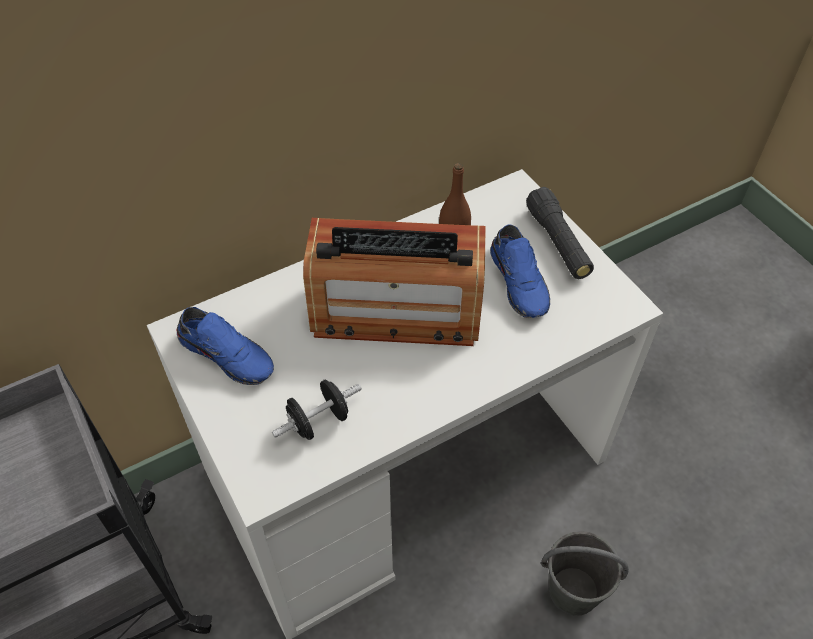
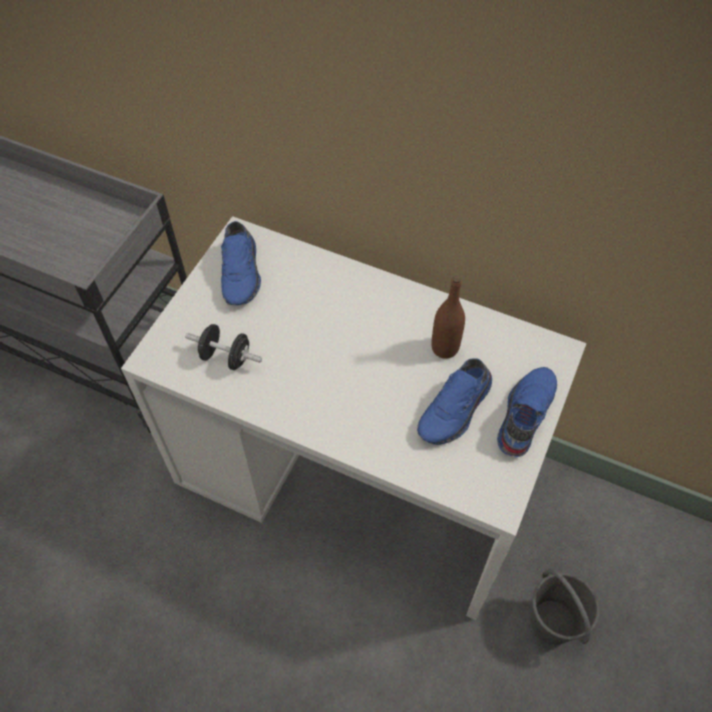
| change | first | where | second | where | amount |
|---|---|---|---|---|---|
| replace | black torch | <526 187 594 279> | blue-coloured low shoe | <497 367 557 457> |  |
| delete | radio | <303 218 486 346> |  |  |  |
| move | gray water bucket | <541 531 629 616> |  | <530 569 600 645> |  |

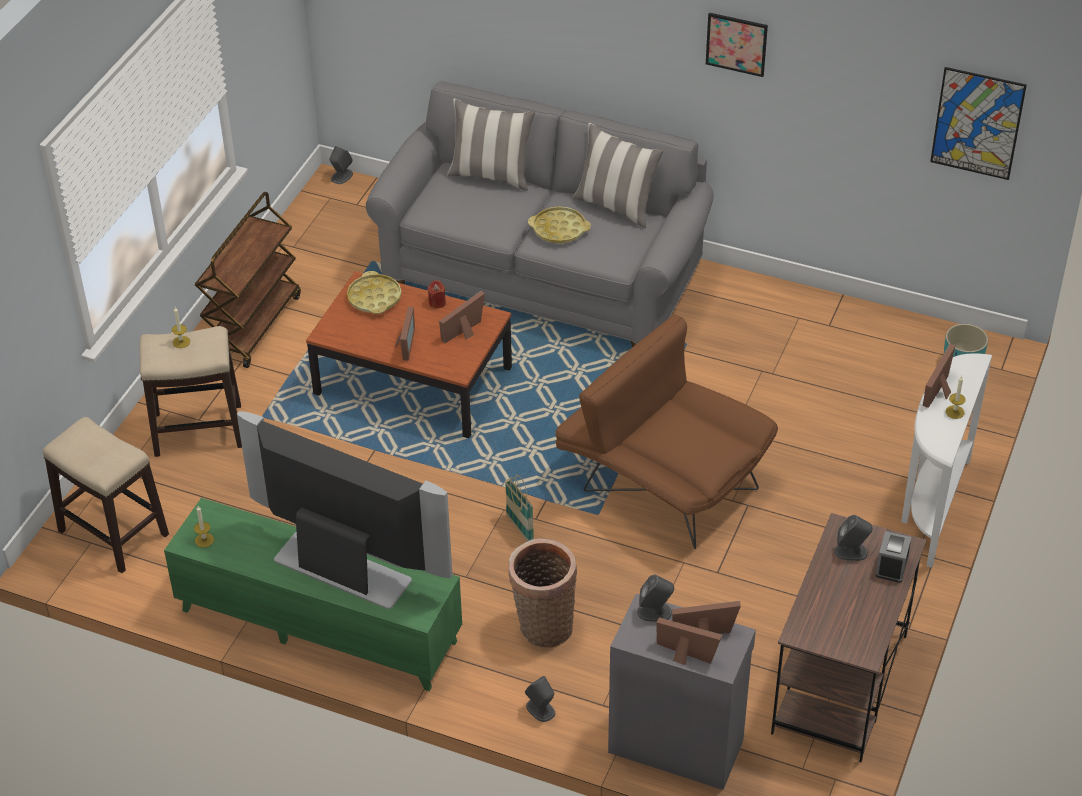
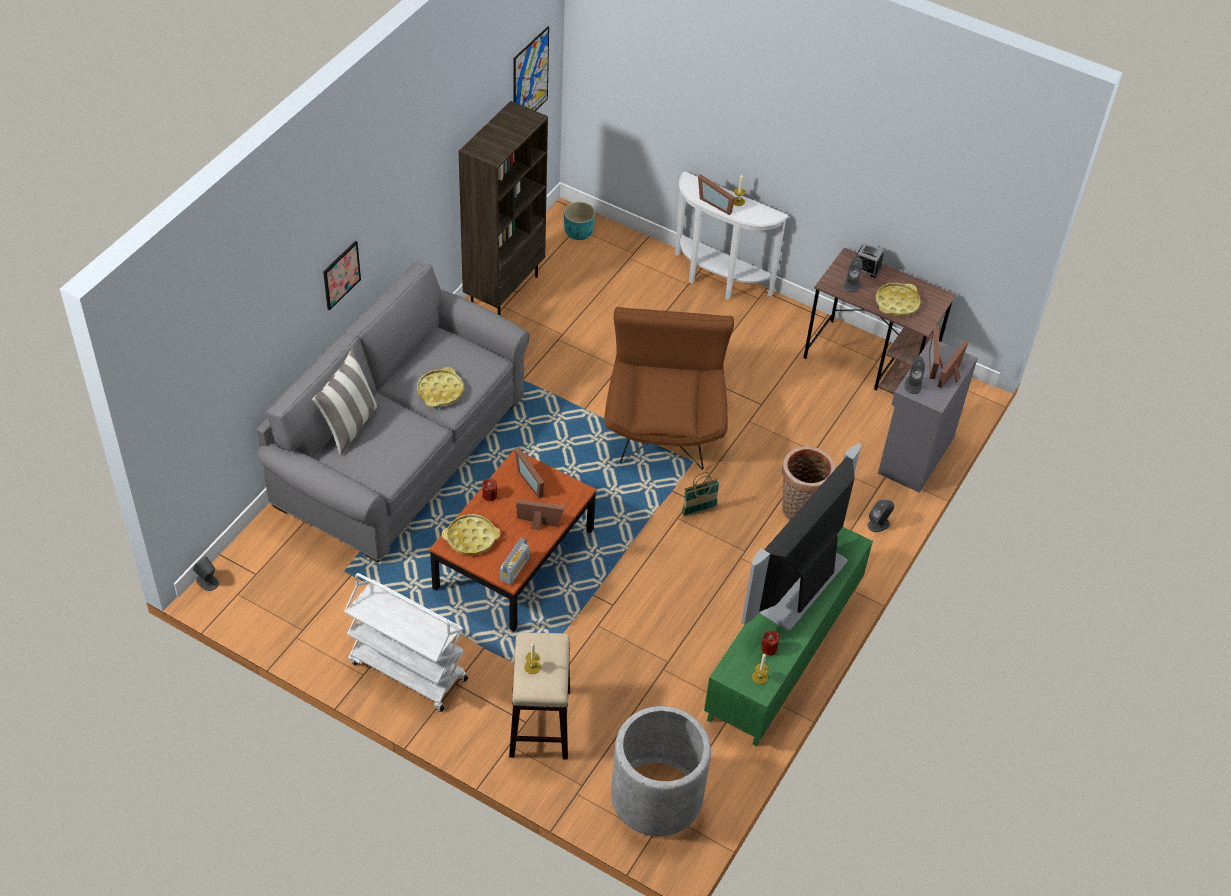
| change | first | where | second | where | amount |
|---|---|---|---|---|---|
| move | wall art | <706 12 768 77> |  | <323 241 361 310> |  |
| delete | throw pillow | <573 123 663 228> |  |  |  |
| recolor | brown trolley | <195 192 301 368> | white trolley | <344 573 468 712> |  |
| rotate | brown lounge chair | <556 314 778 549> |  | <604 307 734 470> | 135 degrees clockwise |
| replace | stool seat | <43 417 169 573> | gray plant pot | <611 706 711 836> |  |
| insert |  |  | brown bookshelf | <459 101 548 316> |  |
| insert |  |  | yellow-coloured tray | <876 283 920 316> |  |
| insert |  |  | radio | <500 538 529 585> |  |
| insert |  |  | red candle | <761 631 779 656> |  |

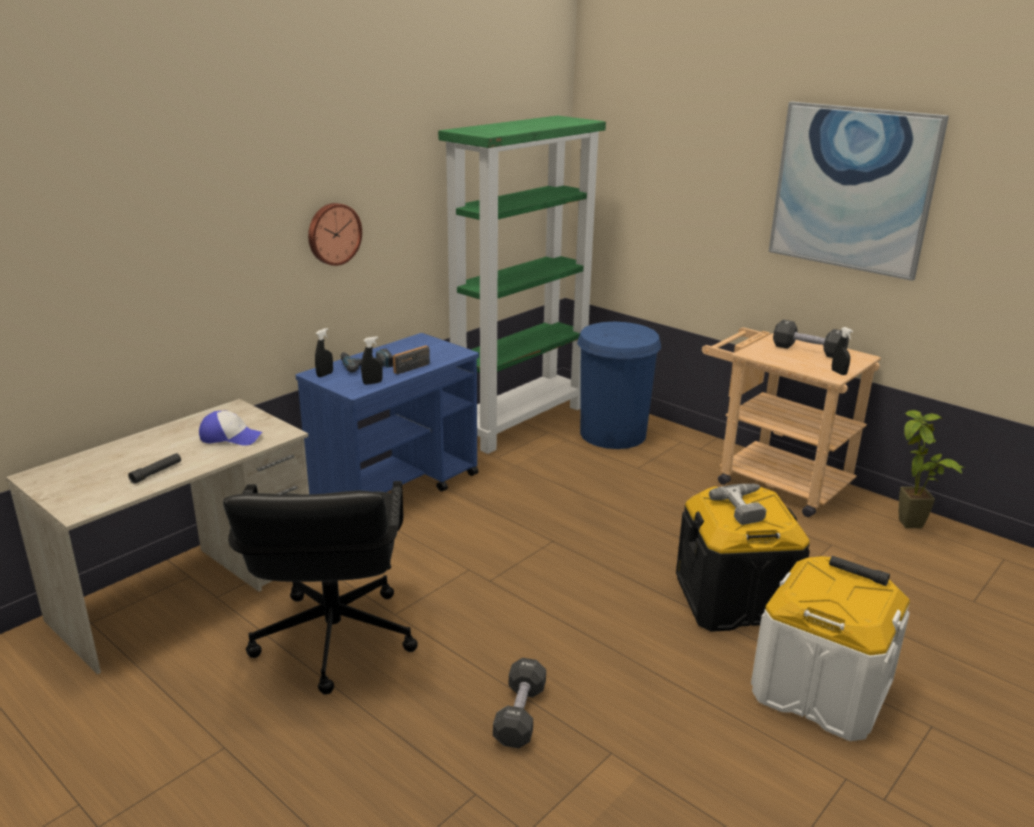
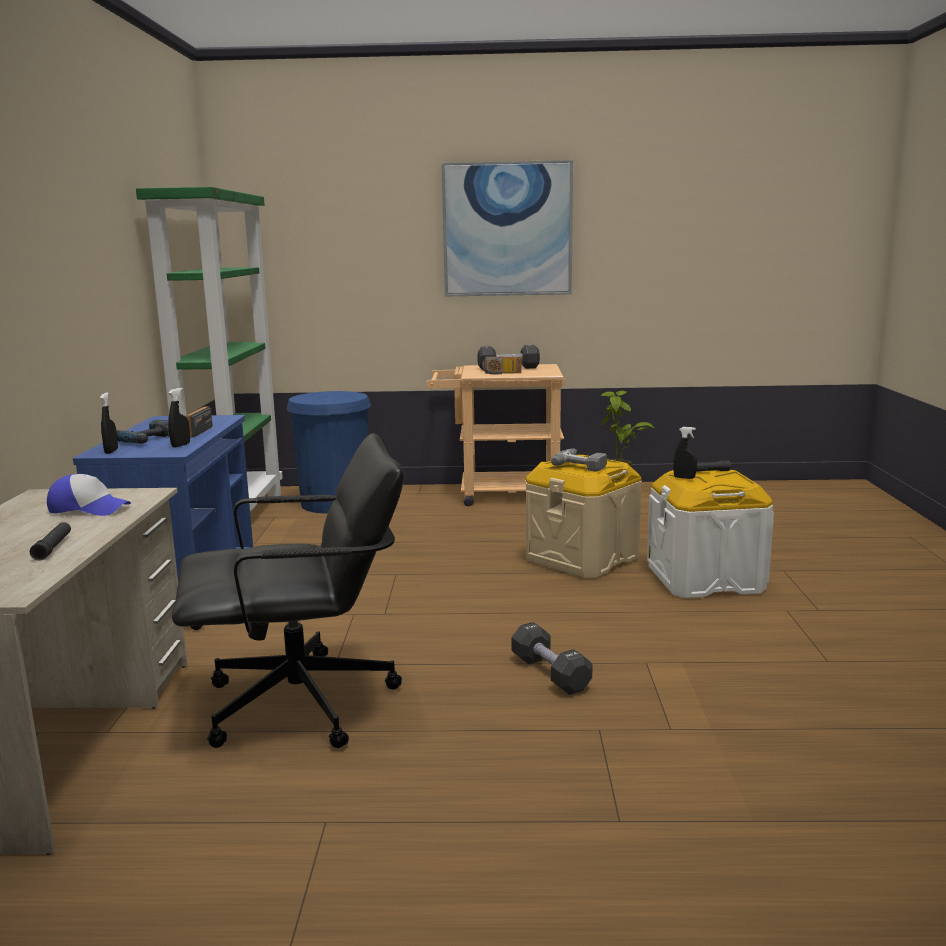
| change | first | where | second | where | amount |
|---|---|---|---|---|---|
| delete | wall clock | <308 203 362 266> |  |  |  |
| move | black sprayer | <832 327 853 375> |  | <673 427 697 479> |  |
| rotate | cap | <199 411 263 446> |  | <47 474 131 516> | 45 degrees clockwise |
| rotate | black computer chair | <223 481 418 695> |  | <172 433 405 748> | 60 degrees counterclockwise |
| recolor | black storage container | <676 486 810 632> | beige-coloured storage container | <525 455 642 578> |  |
| insert |  |  | radio | <482 356 522 375> |  |

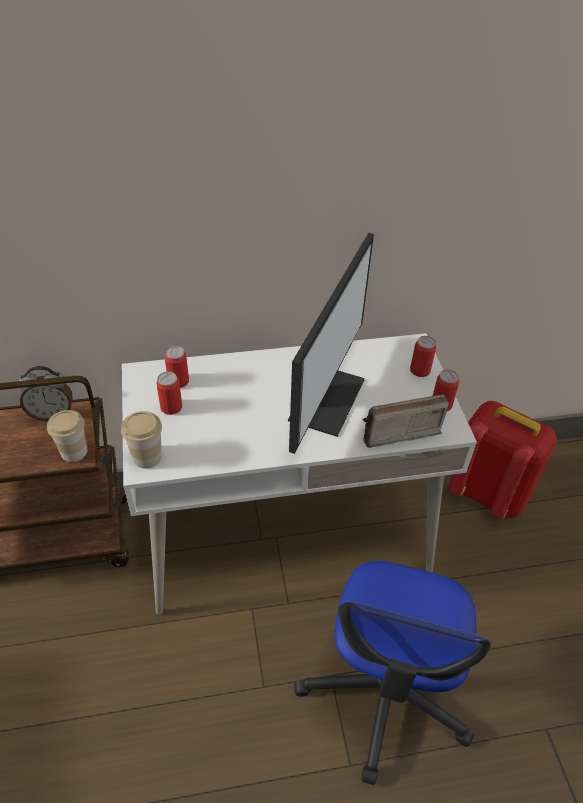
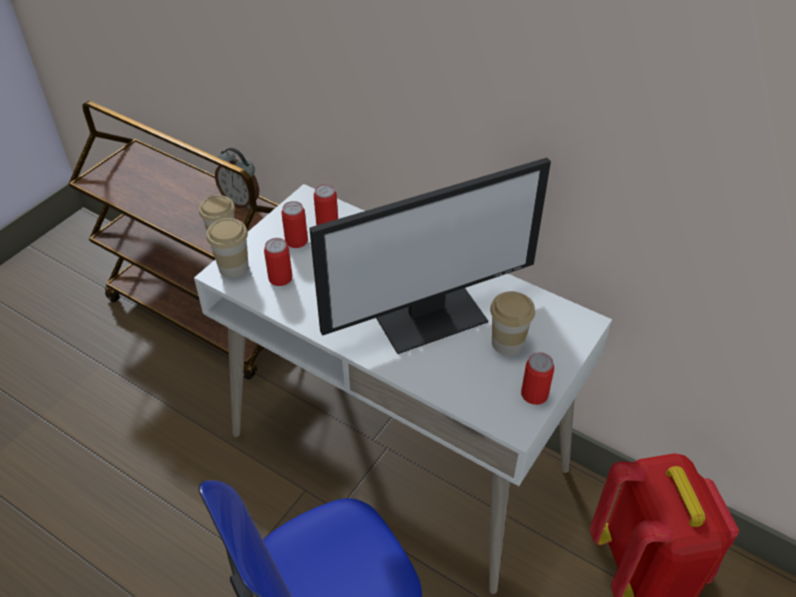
| change | first | where | second | where | amount |
|---|---|---|---|---|---|
| move | metal can | <410 336 436 377> |  | <264 238 292 286> |  |
| delete | radio | <363 394 449 448> |  |  |  |
| insert |  |  | drinking cup | <490 291 535 356> |  |

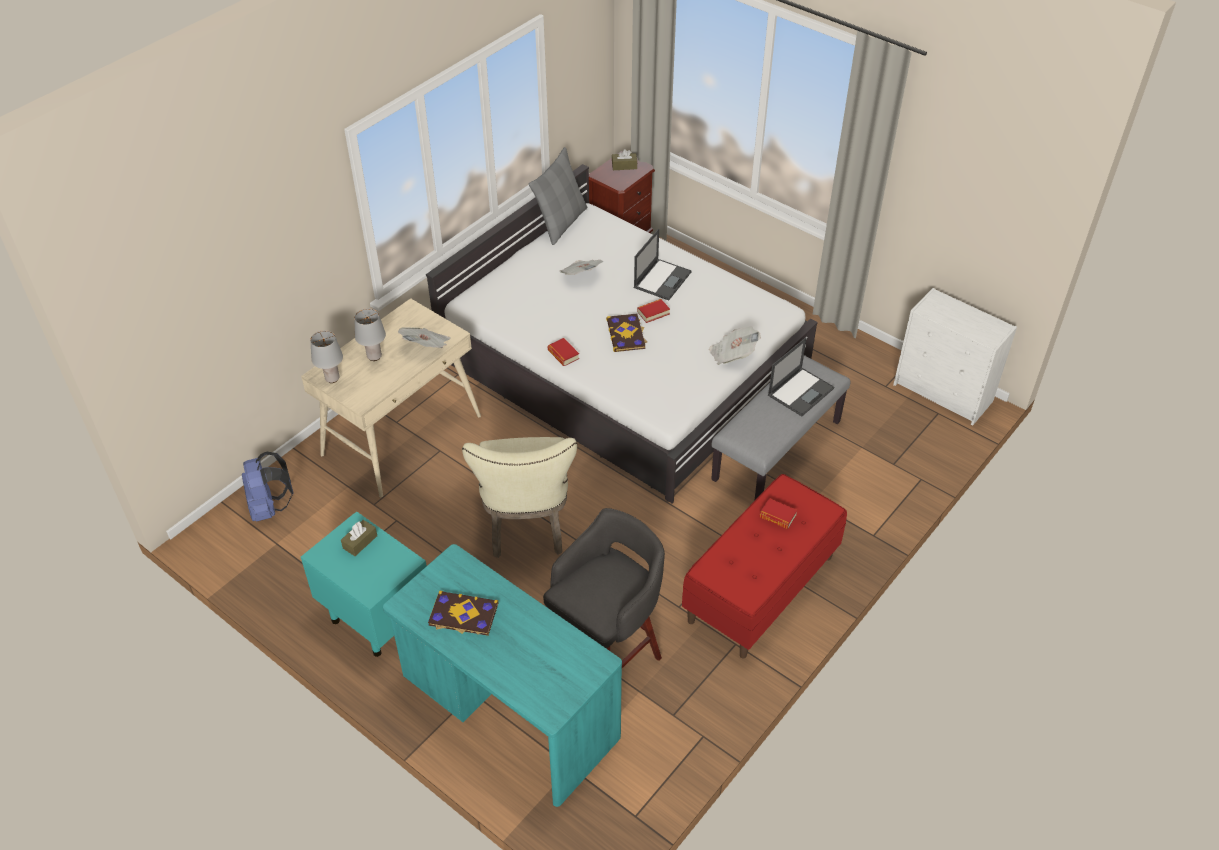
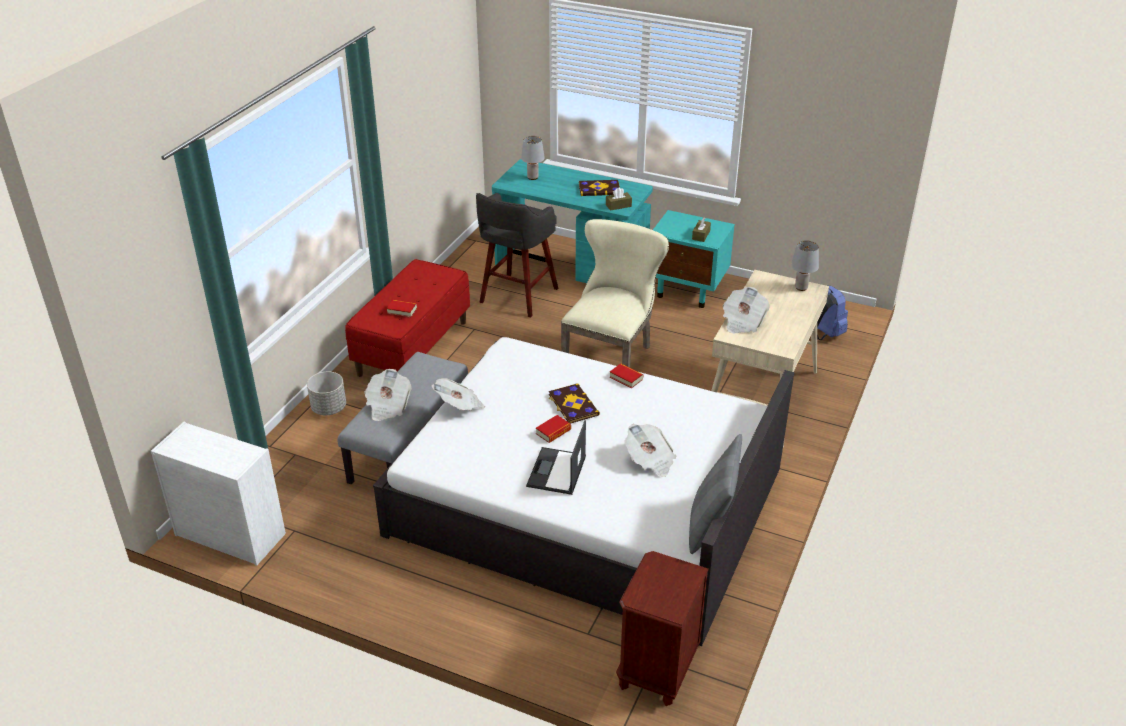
| change | first | where | second | where | amount |
|---|---|---|---|---|---|
| move | brown box of tissues | <612 149 637 170> |  | <606 187 632 211> |  |
| move | gray table lamp | <354 308 386 361> |  | <521 136 545 180> |  |
| replace | portable computer | <768 337 834 416> | daily paper | <364 369 412 421> |  |
| rotate | beige-coloured plain chair | <462 437 577 558> |  | <561 219 669 368> | 45 degrees clockwise |
| insert |  |  | gray plant pot | <307 372 346 415> |  |

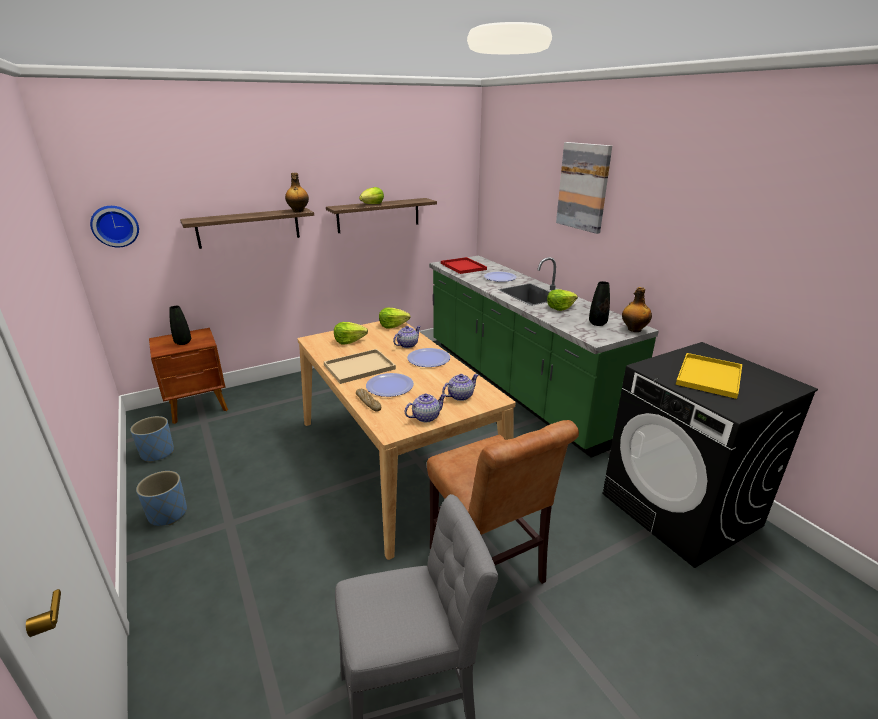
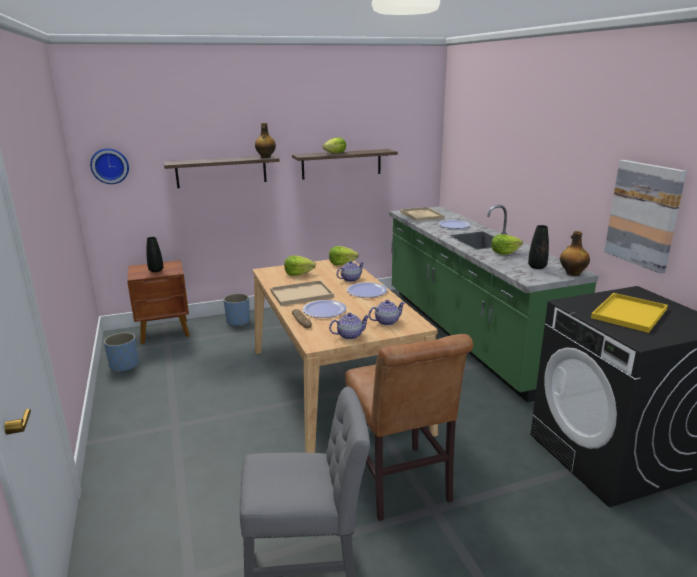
| change | first | where | second | where | amount |
|---|---|---|---|---|---|
| move | wall art | <556 142 612 234> |  | <604 160 687 274> |  |
| recolor | red tray | <441 257 487 274> | beige-coloured tray | <400 207 444 221> |  |
| move | blue-coloured plant pot | <136 471 187 526> |  | <223 293 250 326> |  |

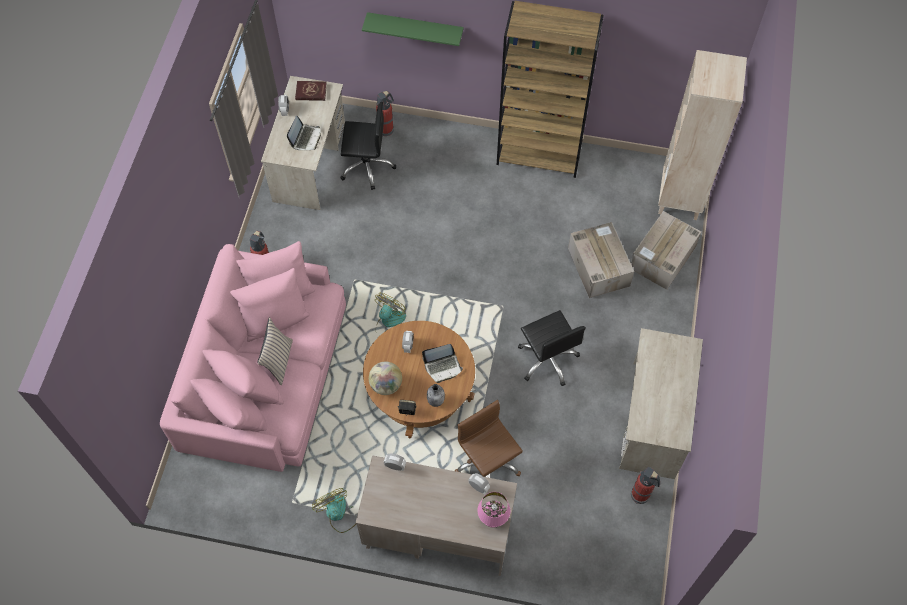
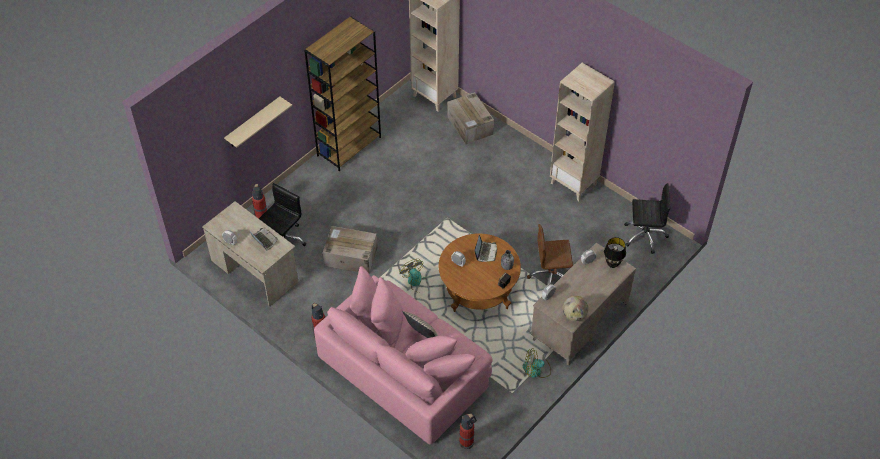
| change | first | where | second | where | amount |
|---|---|---|---|---|---|
| recolor | greenish wall shelf | <362 12 464 46> | beige-coloured wall shelf | <224 96 292 148> |  |
| delete | red volume | <295 81 327 101> |  |  |  |
| move | packing box | <568 222 634 298> |  | <323 226 378 274> |  |
| move | black computer chair | <518 310 586 386> |  | <624 183 670 254> |  |
| replace | beige-coloured desk unit | <619 328 703 479> | beige-coloured bookshelf | <550 63 615 201> |  |
| move | globe | <369 362 402 395> |  | <563 296 588 321> |  |
| move | fire-fighting cylinder | <631 467 660 504> |  | <459 413 477 449> |  |
| recolor | pinkish table lamp | <477 492 510 528> | black table lamp | <604 237 626 268> |  |

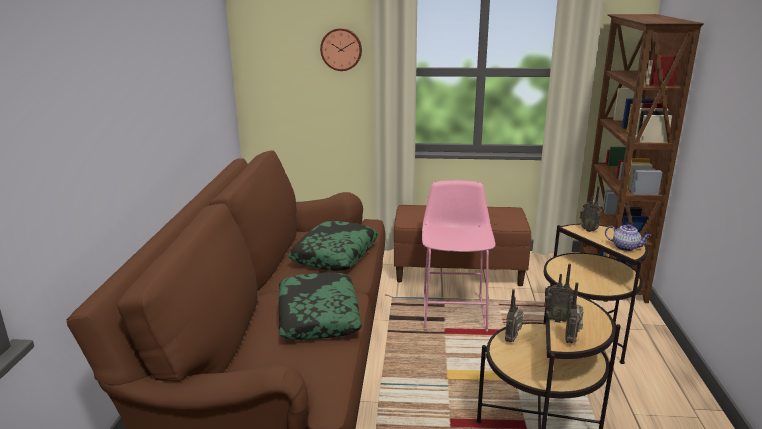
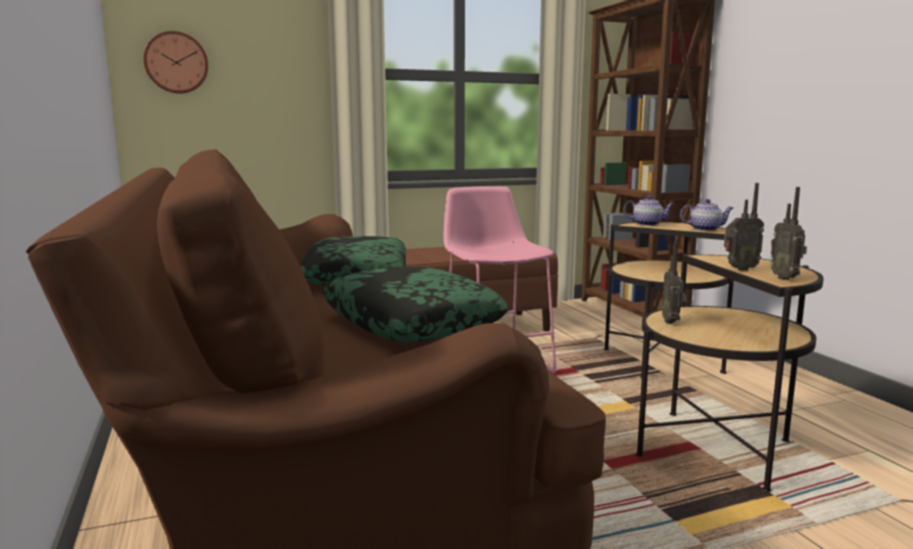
| change | first | where | second | where | amount |
|---|---|---|---|---|---|
| move | wall clock | <320 28 362 71> |  | <144 31 208 94> |  |
| replace | radio | <580 186 601 232> | tea pot | <623 196 674 226> |  |

